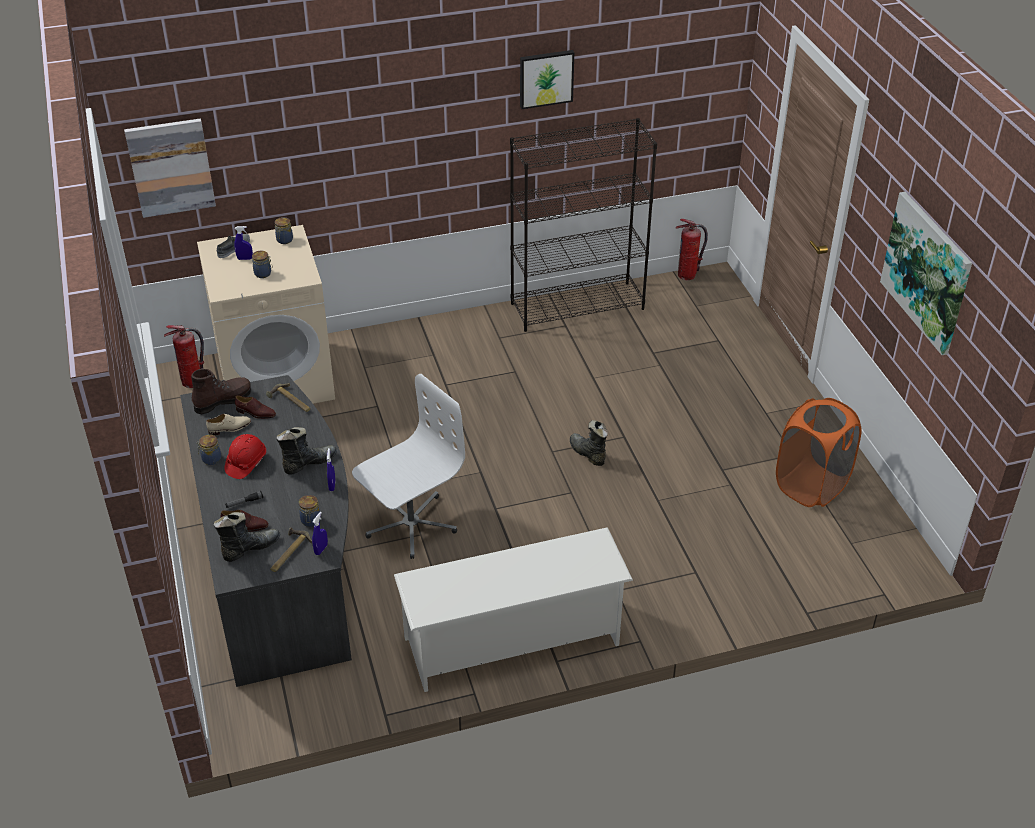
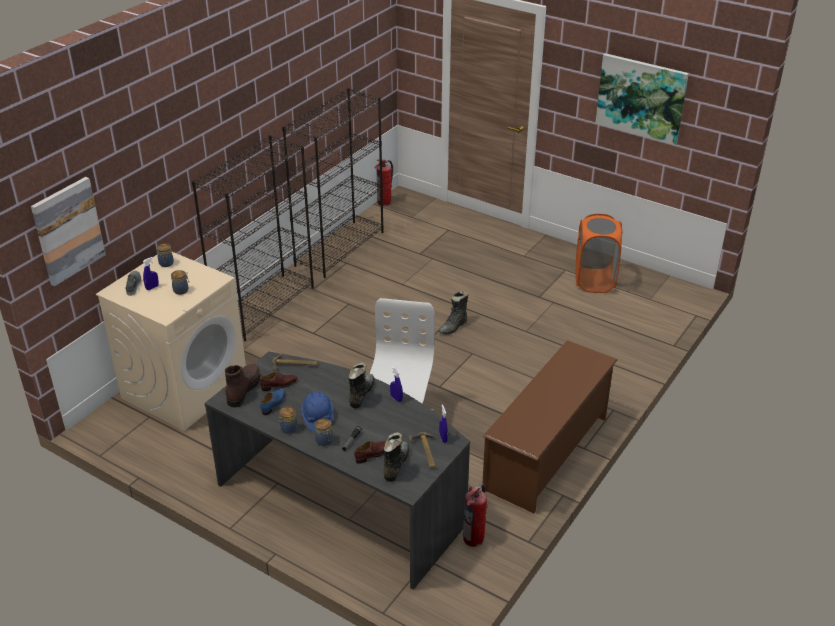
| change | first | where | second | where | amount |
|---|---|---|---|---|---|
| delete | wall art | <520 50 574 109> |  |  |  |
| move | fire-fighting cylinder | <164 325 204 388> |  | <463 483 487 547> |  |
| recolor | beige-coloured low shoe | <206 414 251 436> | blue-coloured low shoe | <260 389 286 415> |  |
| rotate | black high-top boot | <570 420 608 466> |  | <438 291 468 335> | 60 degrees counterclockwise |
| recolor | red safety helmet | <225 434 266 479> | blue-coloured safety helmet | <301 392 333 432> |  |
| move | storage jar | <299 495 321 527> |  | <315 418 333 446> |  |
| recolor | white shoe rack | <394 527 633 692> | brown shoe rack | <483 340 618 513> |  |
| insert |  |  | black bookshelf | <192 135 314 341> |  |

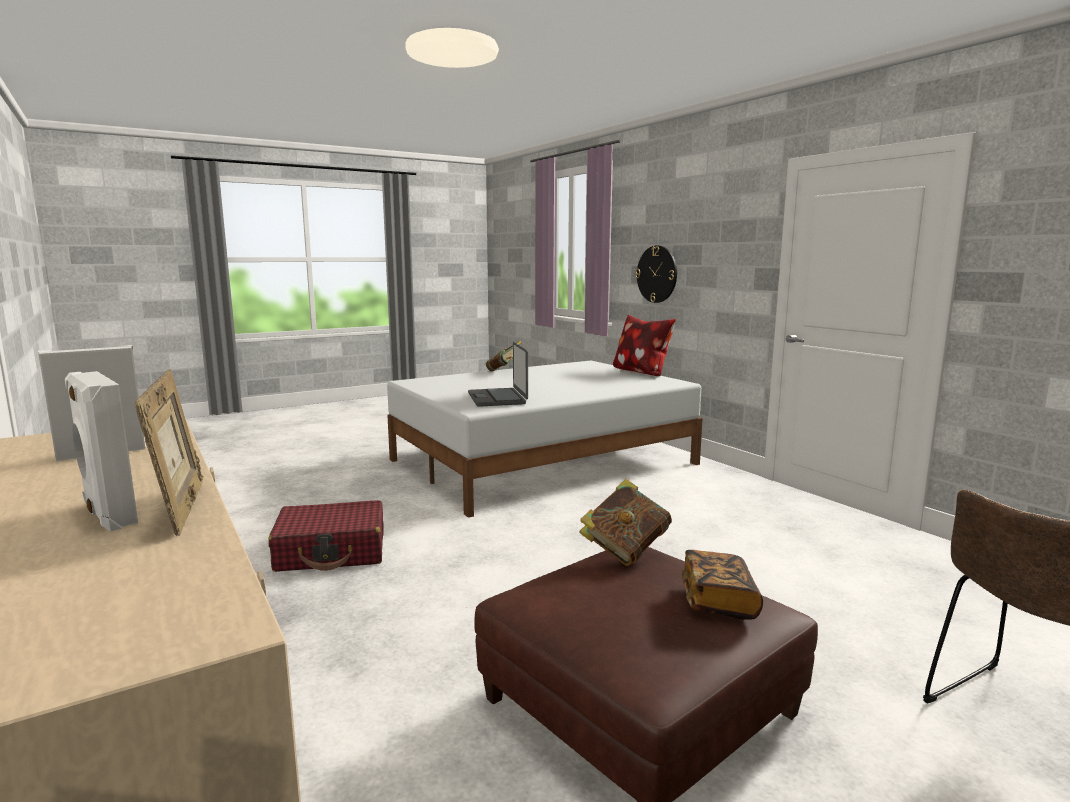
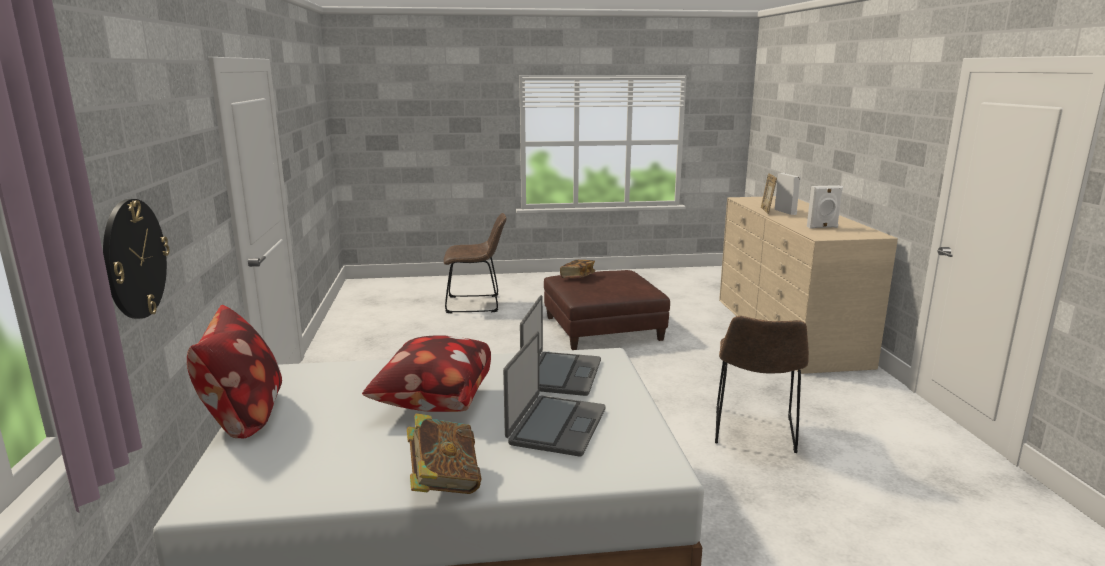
| change | first | where | second | where | amount |
|---|---|---|---|---|---|
| delete | volume | <580 479 672 566> |  |  |  |
| replace | red travel case | <268 500 384 572> | brown plain chair | <715 316 809 453> |  |
| insert |  |  | portable computer | <503 331 606 456> |  |
| insert |  |  | throw pillow | <362 335 491 412> |  |

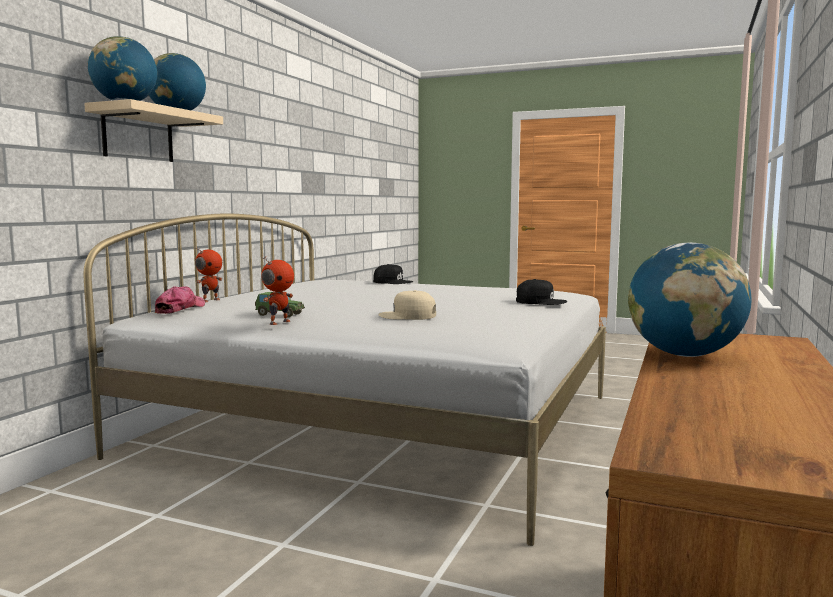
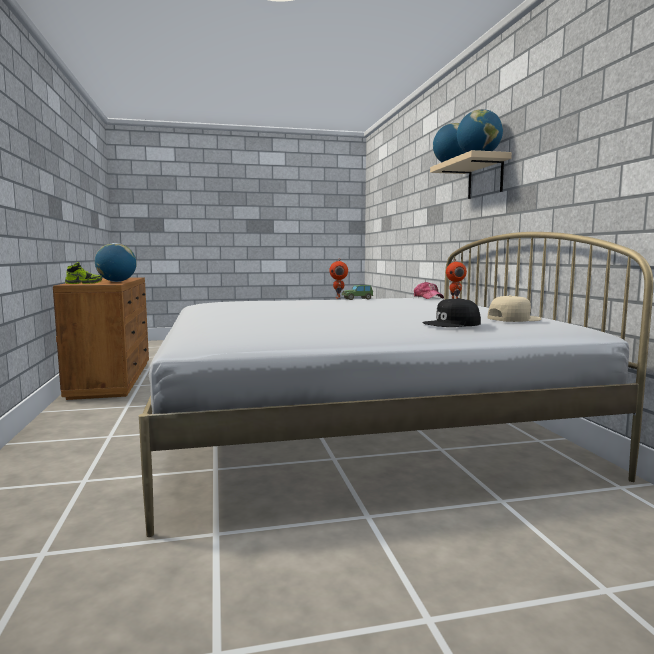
| change | first | where | second | where | amount |
|---|---|---|---|---|---|
| delete | black cap | <516 279 567 305> |  |  |  |
| move | beige-coloured cap | <378 290 436 320> |  | <488 295 541 322> |  |
| insert |  |  | low shoe | <65 262 102 284> |  |

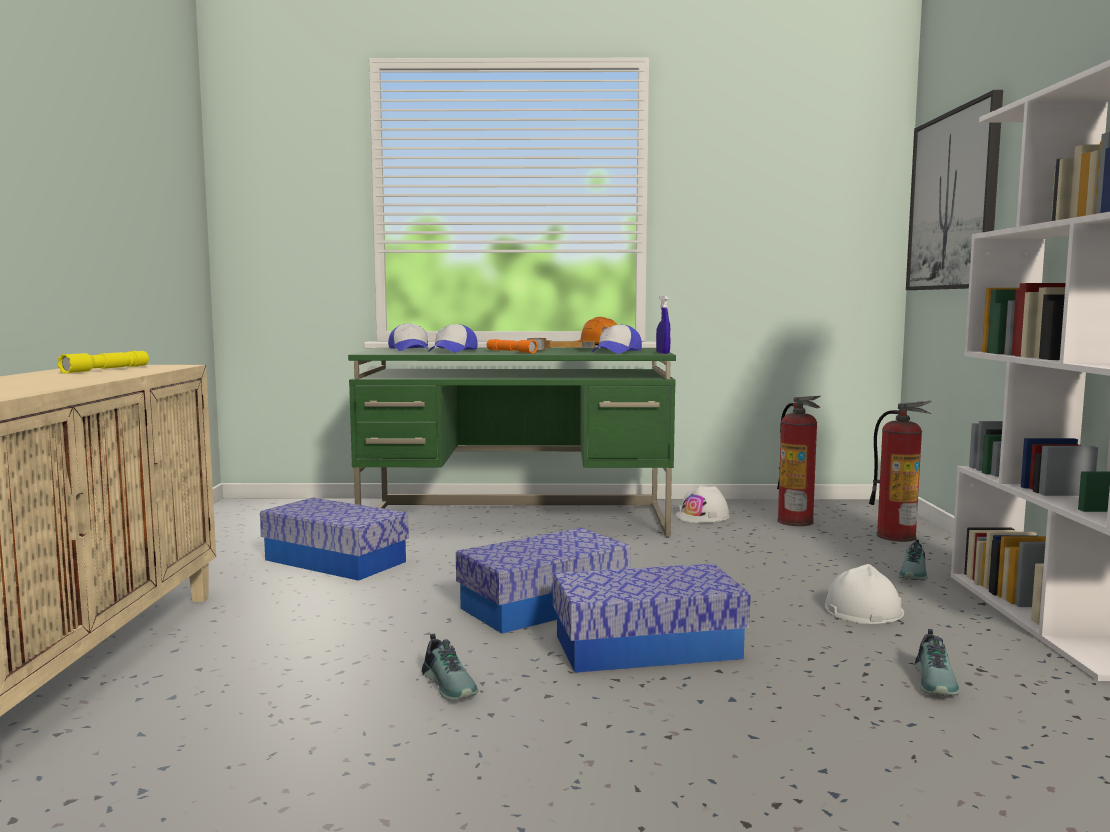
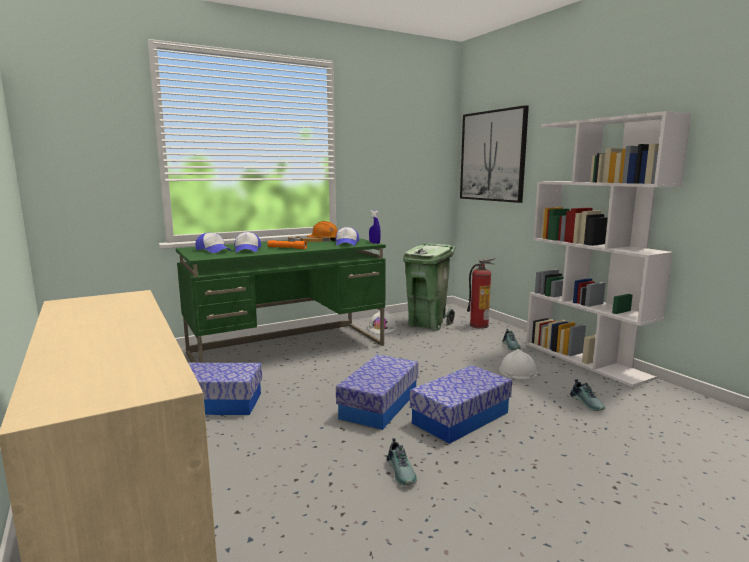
| change | first | where | second | where | amount |
|---|---|---|---|---|---|
| delete | yellow-coloured torch | <57 351 149 374> |  |  |  |
| replace | fire-fighting cylinder | <777 396 821 526> | greenish rubbish bin | <403 244 455 331> |  |
| rotate | low shoe | <422 634 478 701> |  | <387 438 417 486> | 45 degrees clockwise |

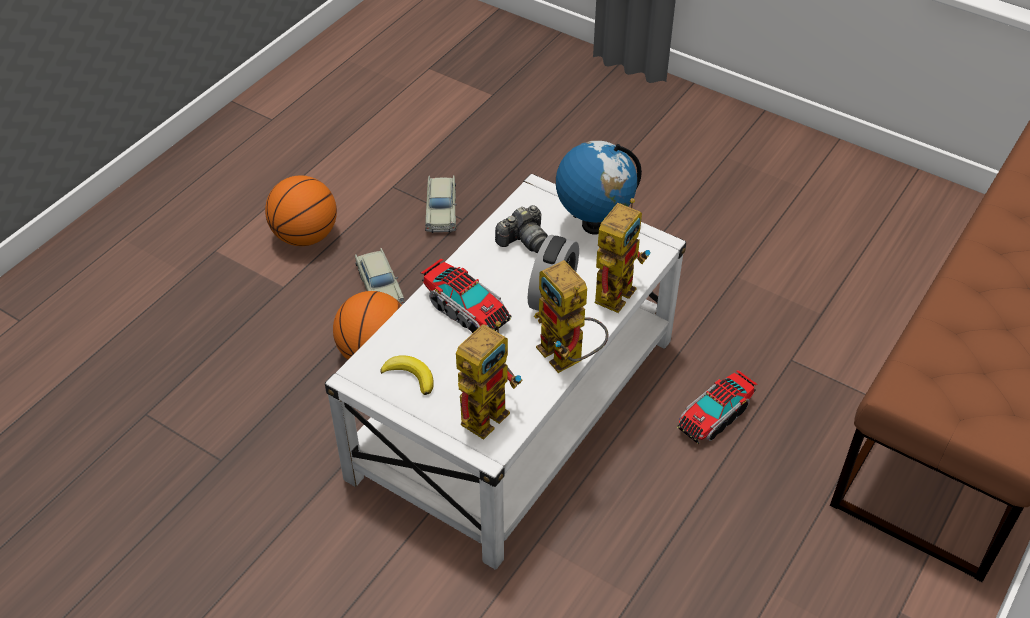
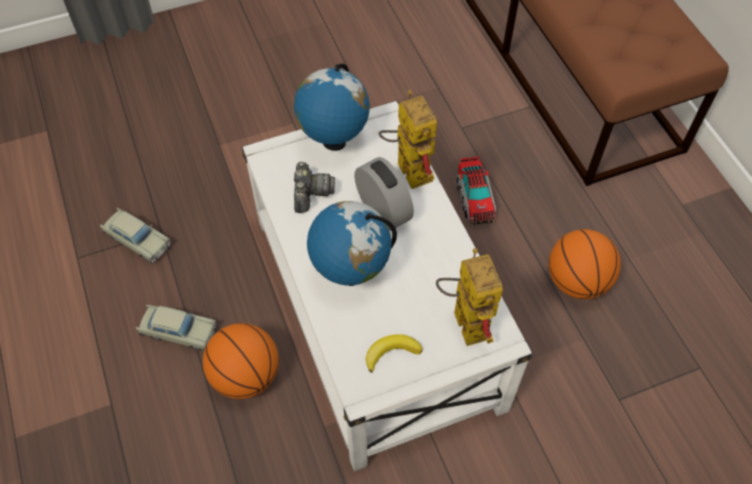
| change | first | where | second | where | amount |
|---|---|---|---|---|---|
| move | basketball ball | <265 175 337 246> |  | <549 229 621 299> |  |
| replace | toy lorry | <421 259 512 333> | globe | <307 201 397 286> |  |
| delete | robot figure | <534 260 608 373> |  |  |  |

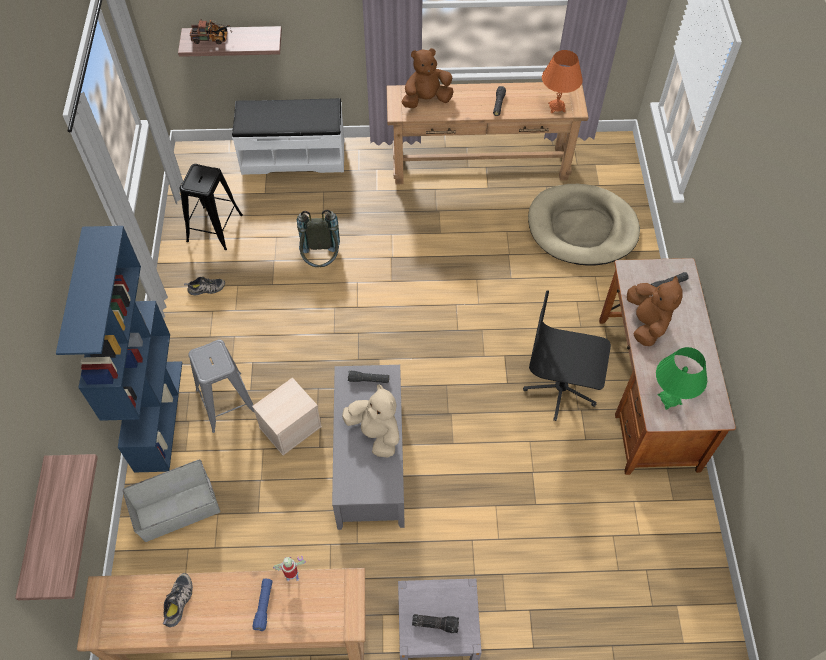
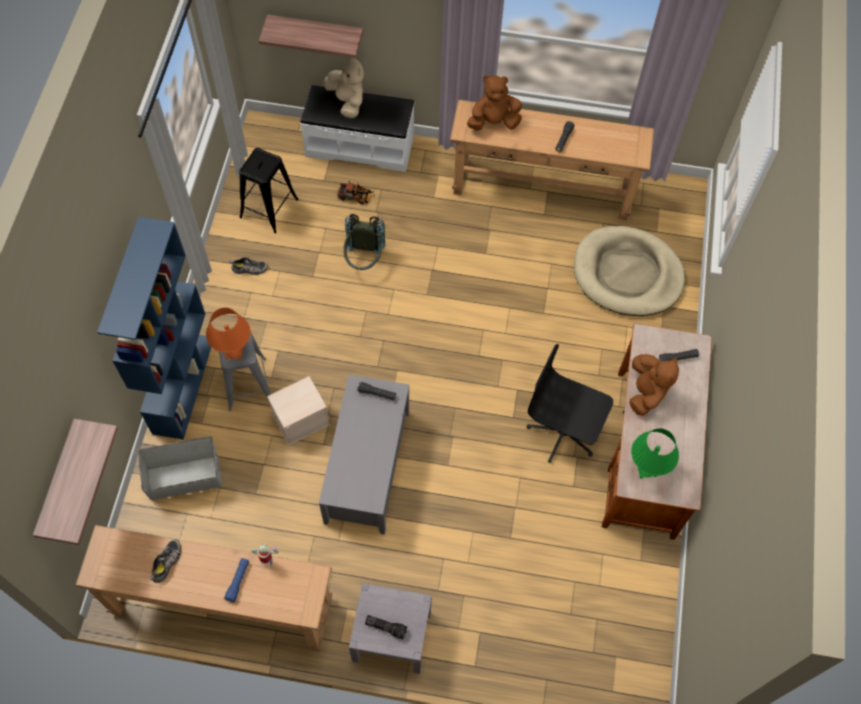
| change | first | where | second | where | amount |
|---|---|---|---|---|---|
| move | toy lorry | <190 19 231 44> |  | <337 181 375 205> |  |
| move | orange table lamp | <542 50 583 113> |  | <206 308 251 360> |  |
| move | beige-coloured soft toy | <342 384 399 458> |  | <323 58 364 118> |  |

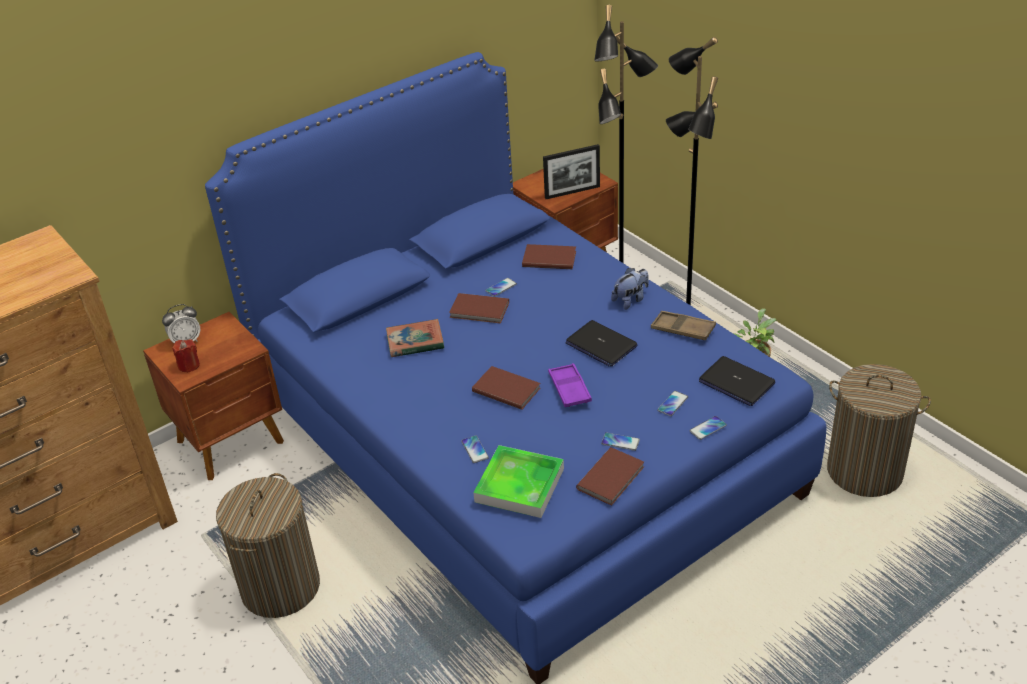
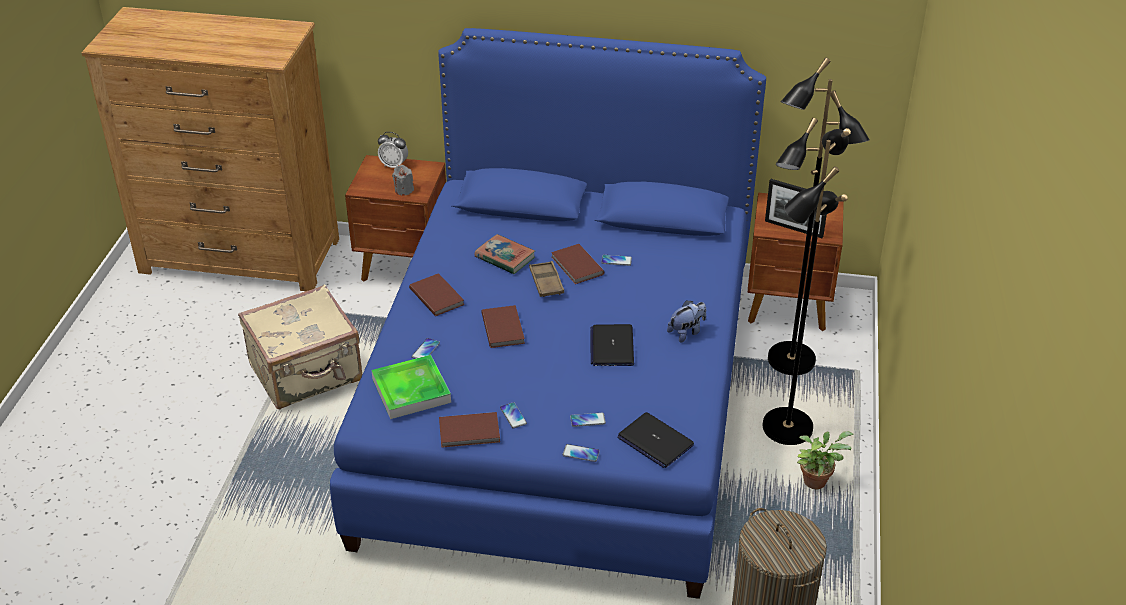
| change | first | where | second | where | amount |
|---|---|---|---|---|---|
| move | brown volume | <522 244 576 269> |  | <409 273 464 316> |  |
| rotate | soft toy | <611 268 649 310> |  | <667 300 706 342> | 45 degrees counterclockwise |
| move | brown tray | <651 311 716 340> |  | <529 261 564 297> |  |
| delete | red candle | <173 339 200 373> |  |  |  |
| rotate | portable computer | <699 356 775 406> |  | <617 412 694 468> | 45 degrees counterclockwise |
| delete | purple-coloured tray | <548 363 592 407> |  |  |  |
| replace | laundry basket | <216 473 320 618> | beige-coloured travel case | <238 284 363 409> |  |
| insert |  |  | gray candle | <392 165 414 196> |  |

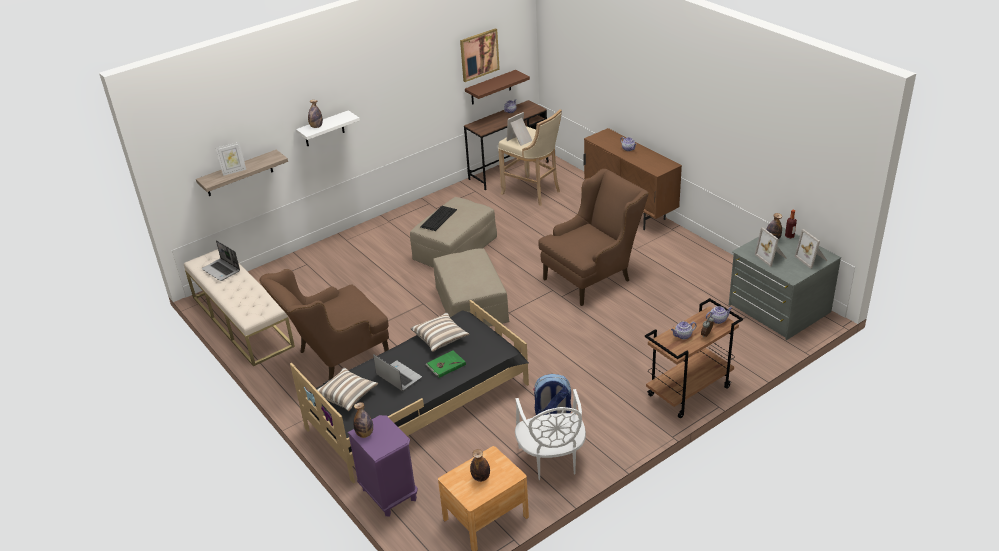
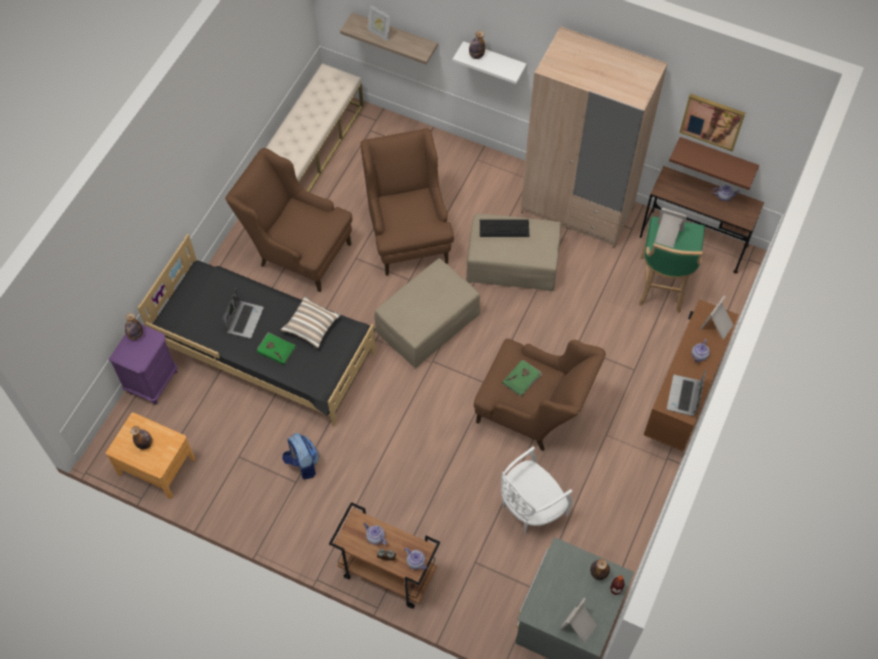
| change | first | where | second | where | amount |
|---|---|---|---|---|---|
| recolor | beige-coloured stool seat | <498 109 562 206> | greenish stool seat | <639 216 705 313> |  |
| move | photo frame | <755 227 787 267> |  | <700 295 733 340> |  |
| move | portable computer | <202 240 240 281> |  | <667 369 706 416> |  |
| delete | throw pillow | <317 368 378 411> |  |  |  |
| move | white plain chair | <515 389 586 480> |  | <501 446 573 534> |  |
| insert |  |  | beige-coloured armoire | <521 26 668 248> |  |
| insert |  |  | brown lounge chair | <361 129 454 276> |  |
| insert |  |  | greenish volume | <502 360 542 397> |  |

